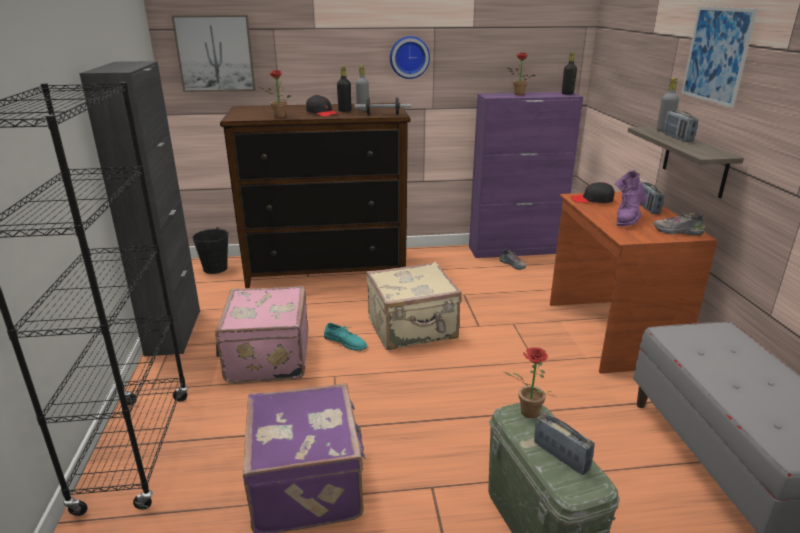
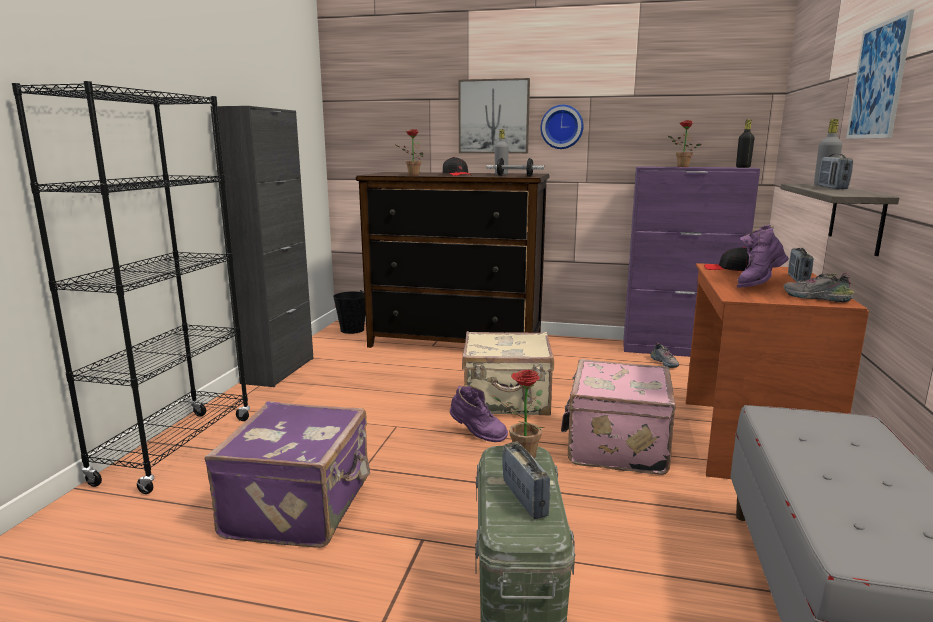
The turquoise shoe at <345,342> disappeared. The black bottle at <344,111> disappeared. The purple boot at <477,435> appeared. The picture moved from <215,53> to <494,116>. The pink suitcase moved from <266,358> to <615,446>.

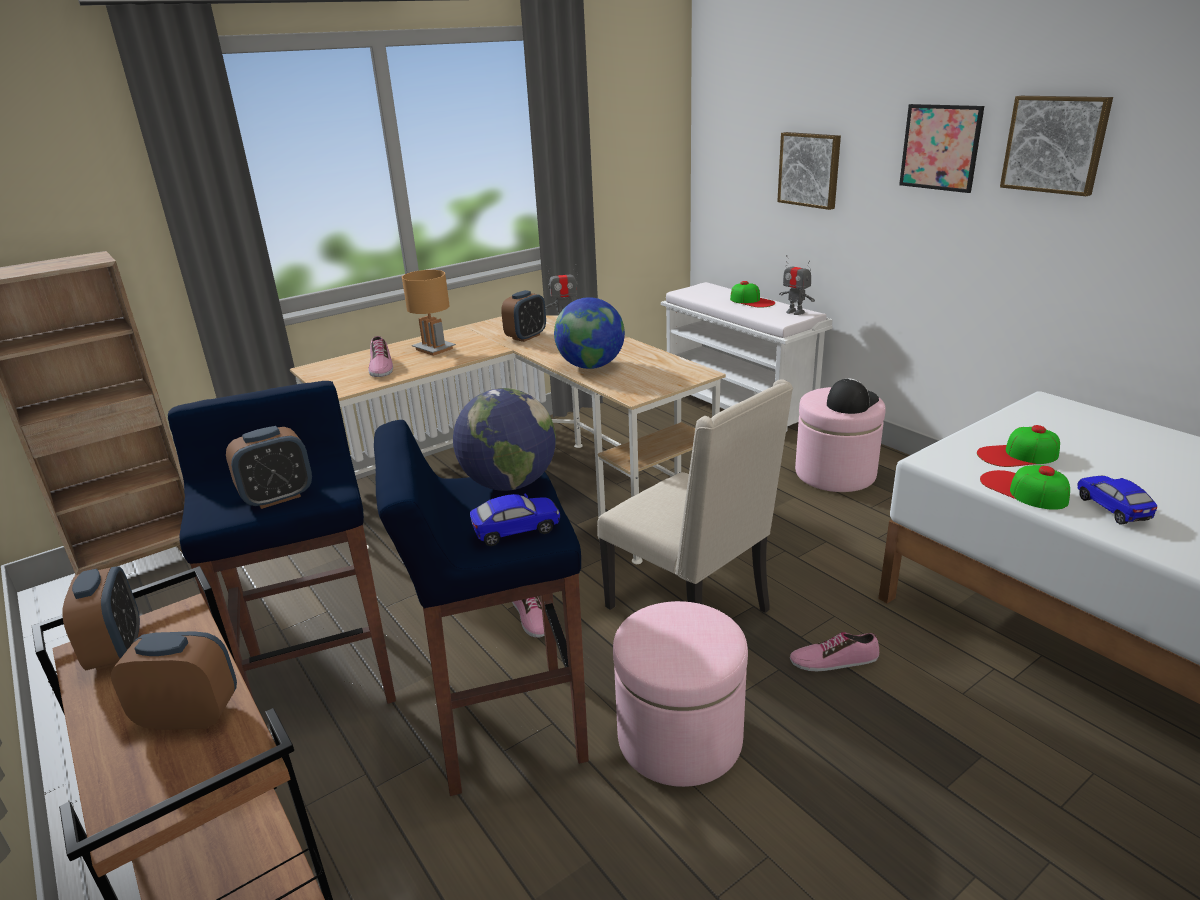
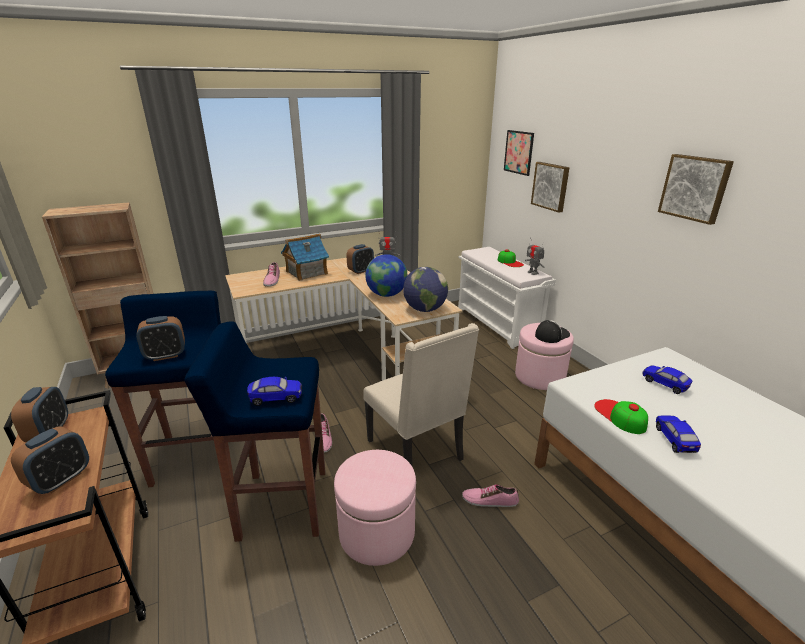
The cap at <1018,455> disappeared. The toy car at <664,384> appeared. The globe moved from <509,484> to <425,309>. The picture moved from <940,147> to <518,152>. The brown table lamp at <433,349> was replaced by the toy house at <306,273>. The alarm clock at <190,716> turned 105 degrees clockwise.

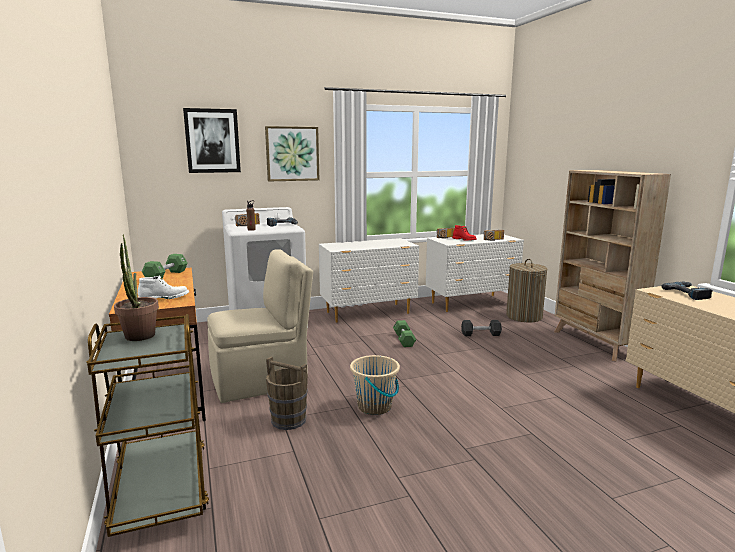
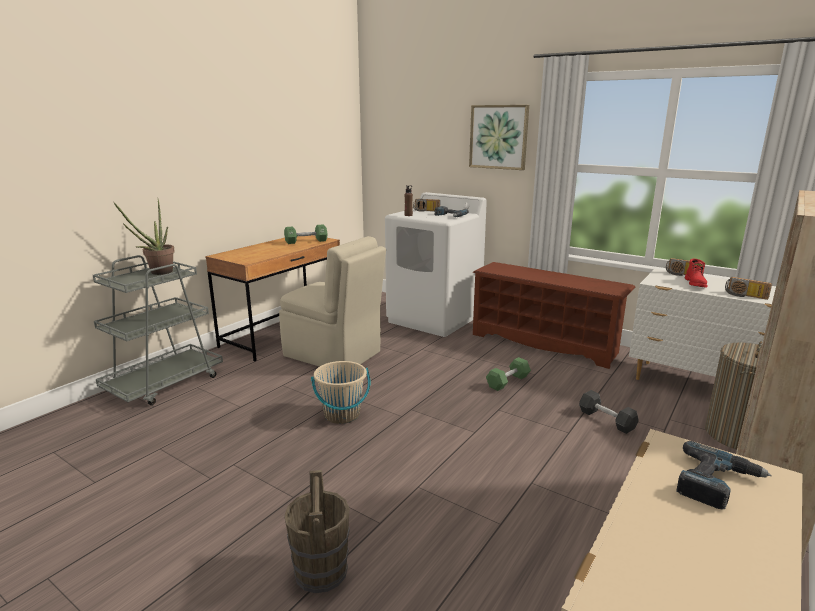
The white boot at <164,298> disappeared. The picture at <212,141> disappeared. The brown bucket moved from <289,420> to <321,571>. The white dresser at <369,313> was replaced by the brown shoe rack at <545,343>. The brown cart at <161,489> became the grey cart at <165,383>.

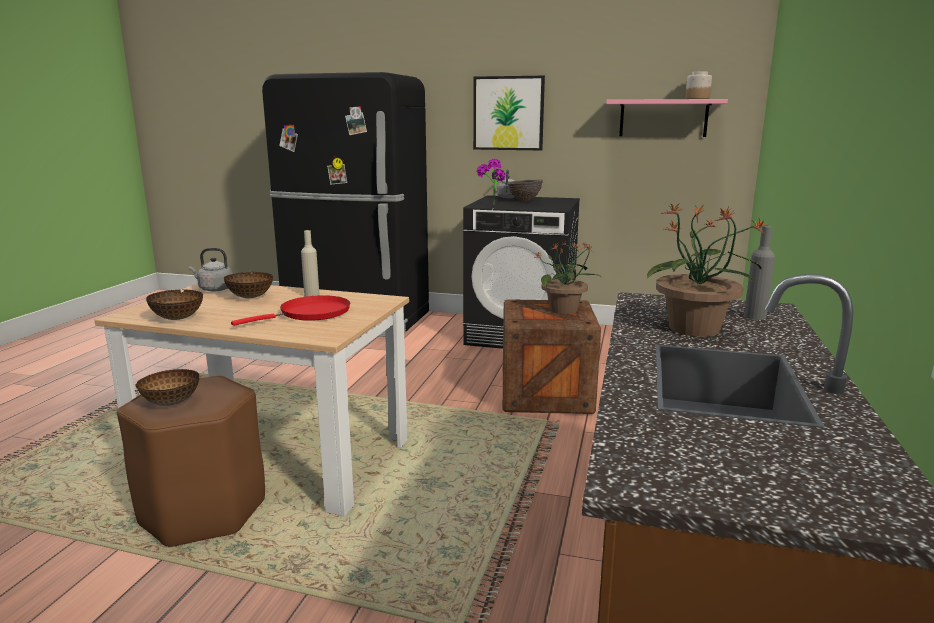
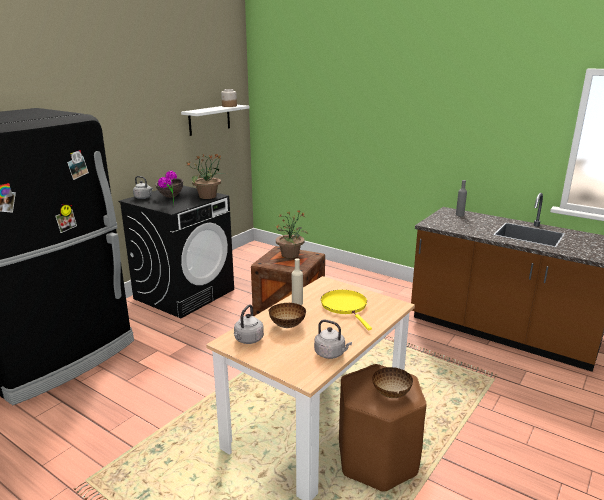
The picture at <508,113> disappeared. The potted plant moved from <695,329> to <208,196>. The bowl at <178,318> was replaced by the grey kettle at <331,354>. The red frying pan at <311,314> became the yellow frying pan at <345,306>. The pink shelf at <663,118> became the white shelf at <209,119>.

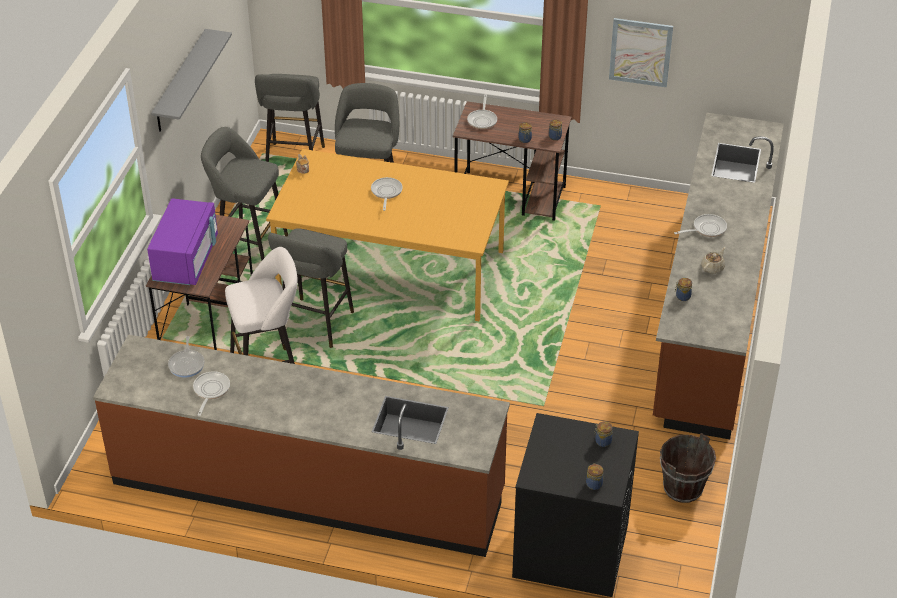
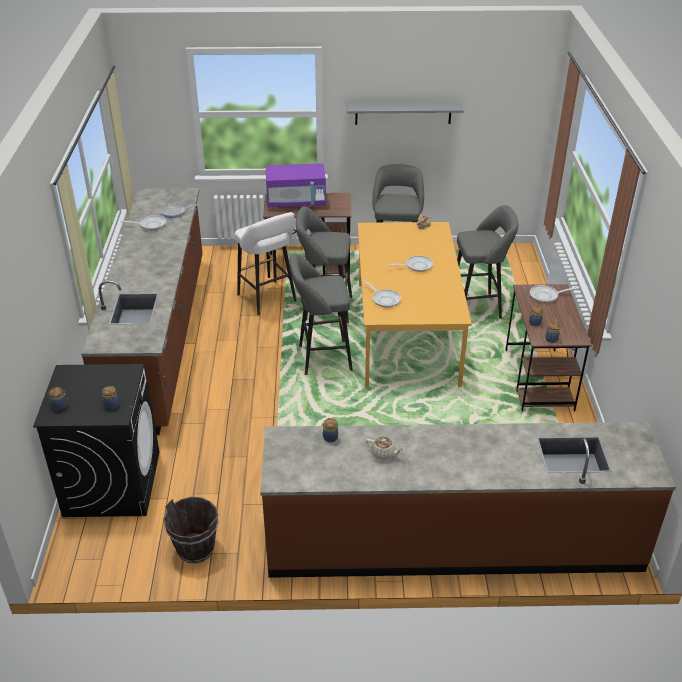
The picture at <640,52> disappeared. The grey stool moved from <294,162> to <321,358>. The frying pan moved from <706,229> to <384,299>.

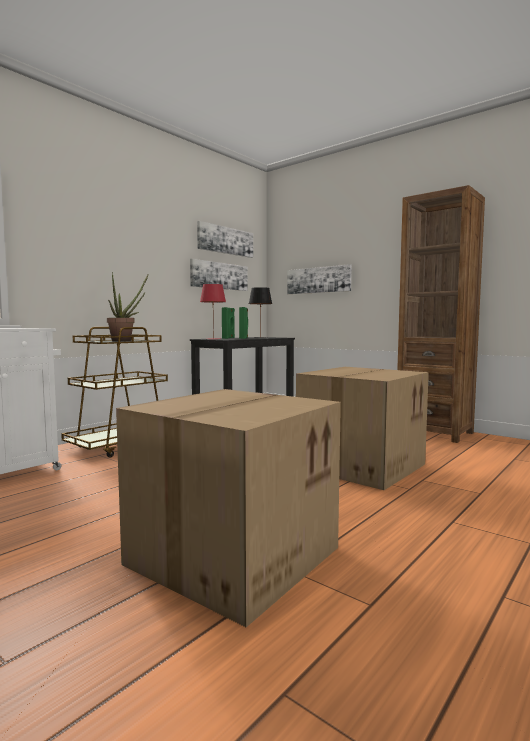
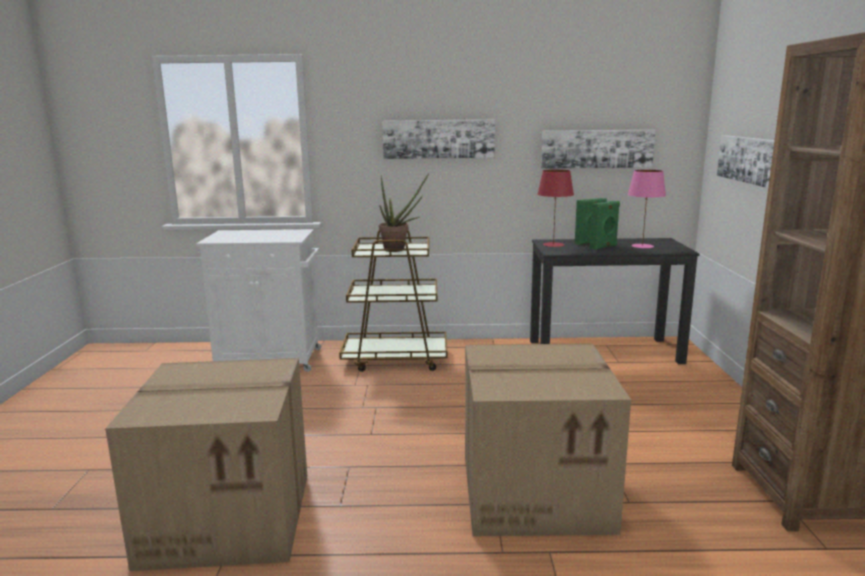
The picture moved from <225,240> to <438,139>. The black table lamp at <260,337> became the pink table lamp at <642,246>.

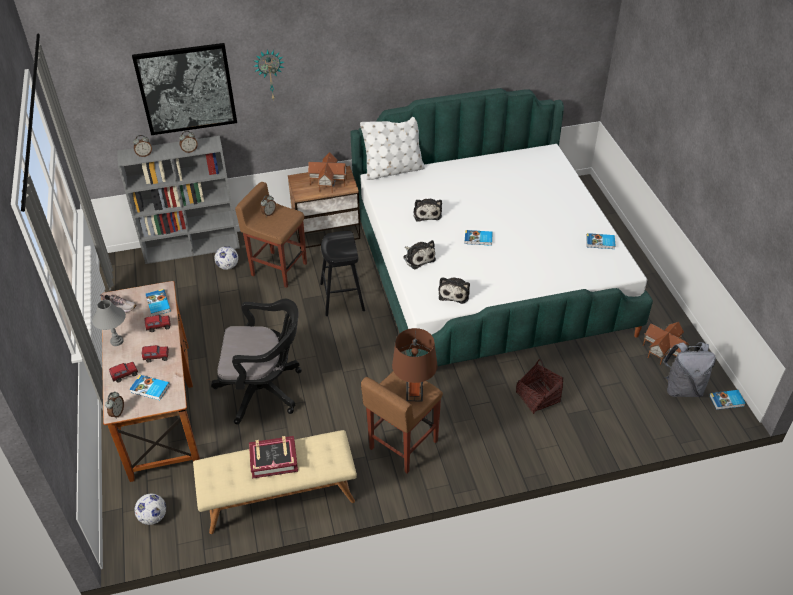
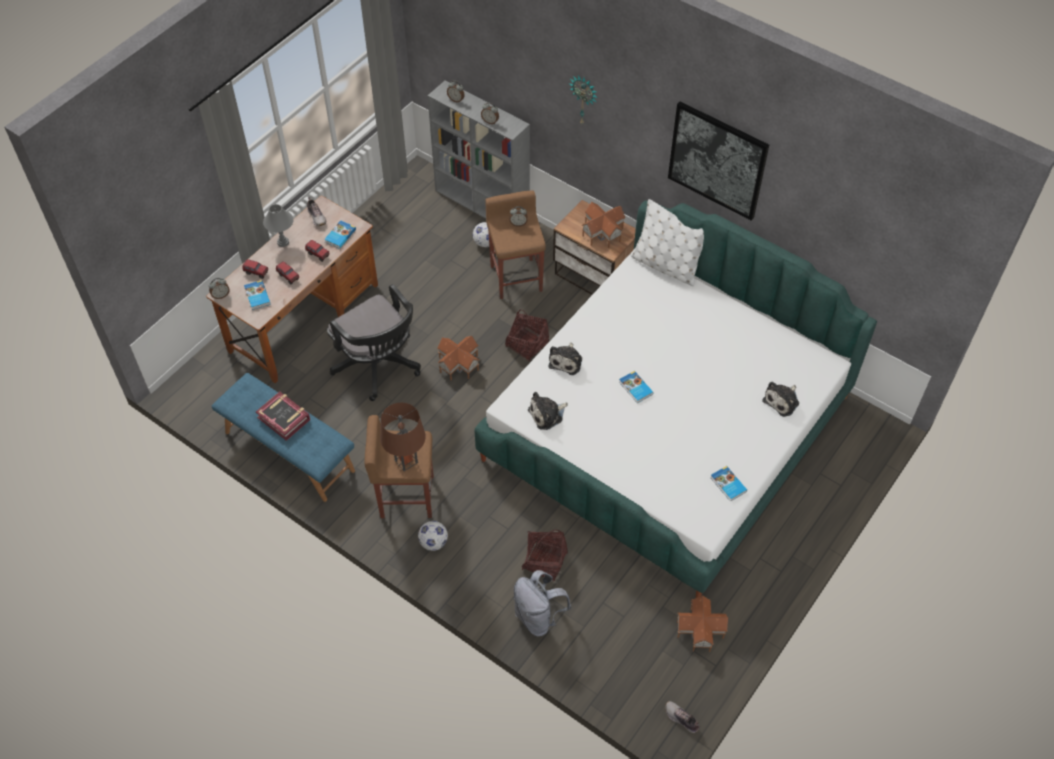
The toy house at <459,363> appeared. The picture moved from <186,89> to <717,160>. The football moved from <153,517> to <433,542>. The plush toy moved from <427,213> to <782,401>. The grey backpack moved from <682,388> to <538,617>. The black stool at <342,297> was replaced by the basket at <527,344>. The book at <727,401> was replaced by the shoe at <681,719>. The beige bench at <279,498> became the blue bench at <288,452>.

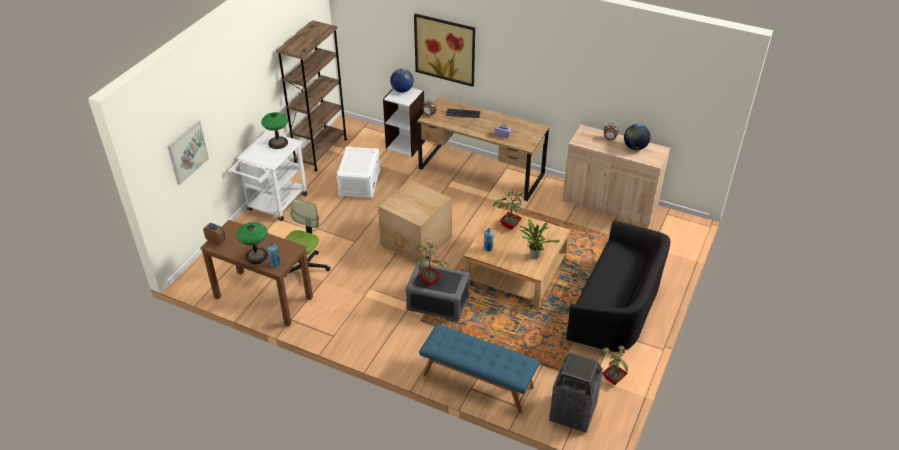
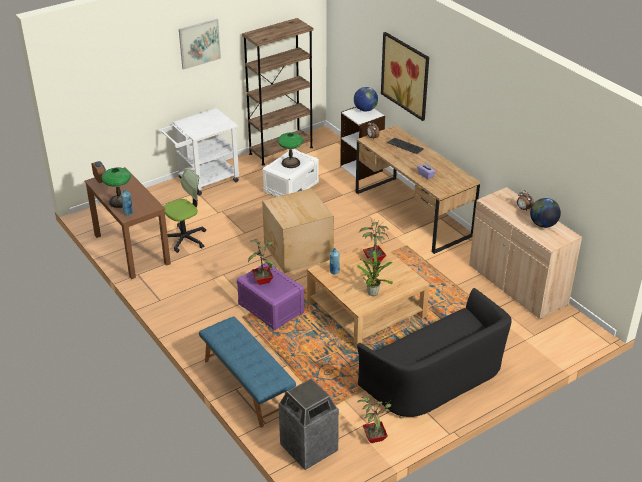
The picture moved from <187,152> to <199,43>. The table lamp moved from <278,143> to <290,163>. The grey storage box at <437,303> became the purple storage box at <270,308>.

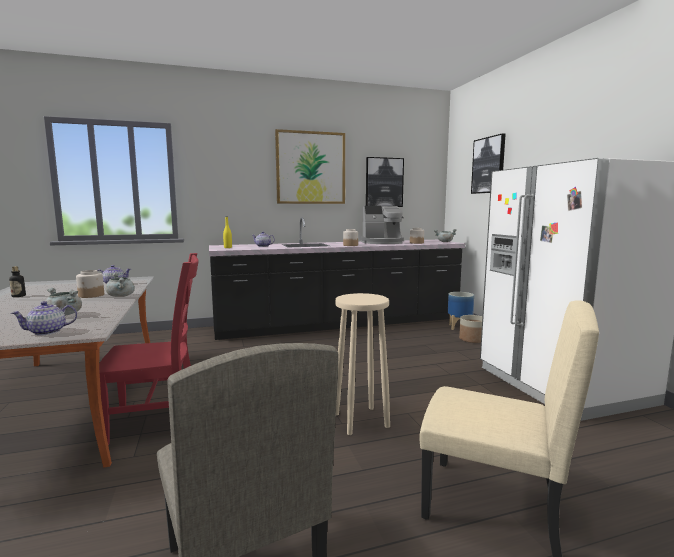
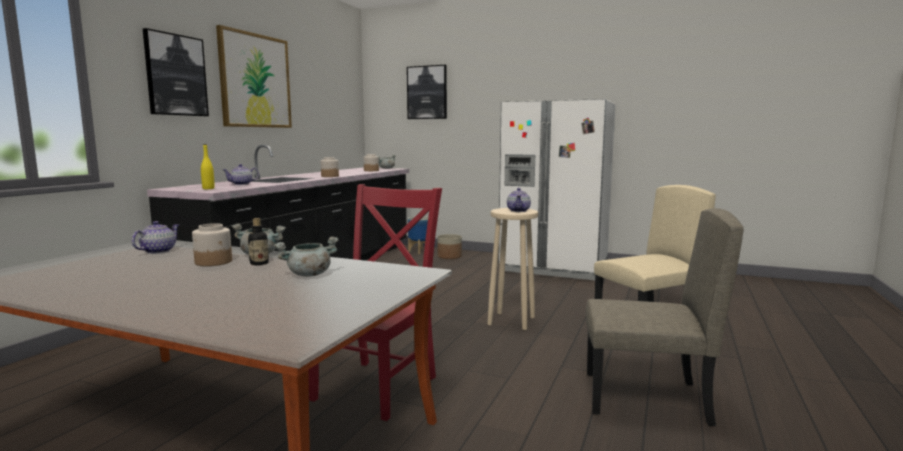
The coffee machine at <382,242> disappeared. The bottle moved from <18,296> to <259,263>. The teapot moved from <47,332> to <518,210>. The picture moved from <384,182> to <175,75>.

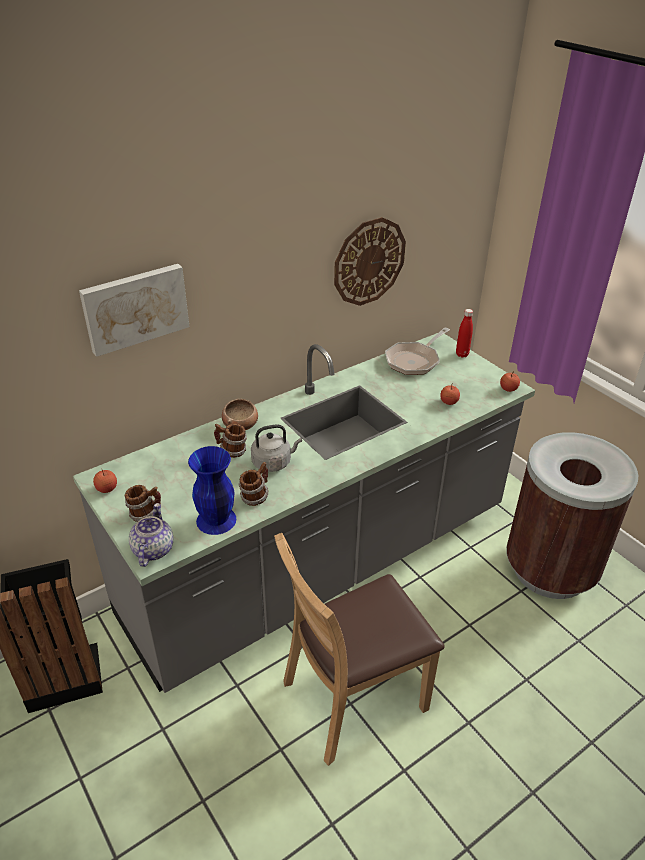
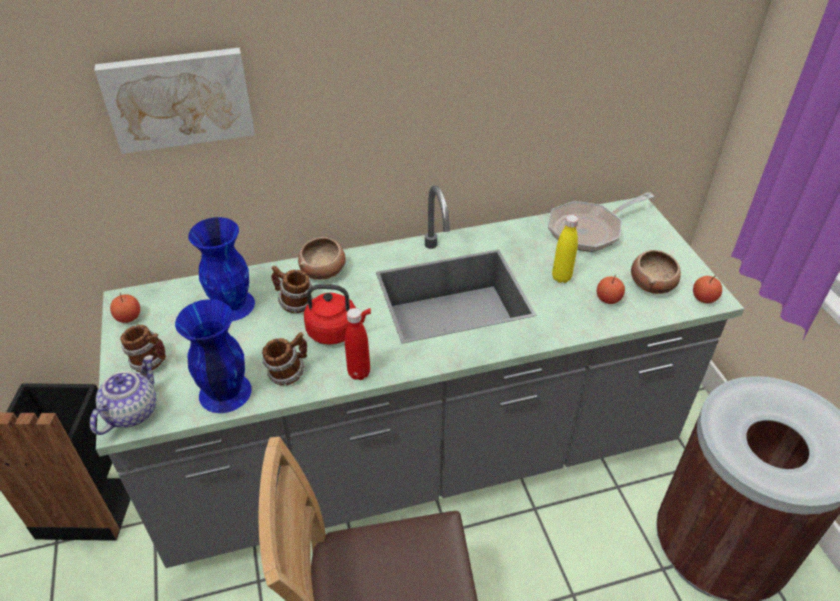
The wall clock at <369,262> disappeared. The blue vase at <232,305> appeared. The yellow bottle at <561,277> appeared. The bowl at <652,284> appeared. The red bottle moved from <462,354> to <359,373>. The grey kettle at <273,462> became the red kettle at <335,331>.

